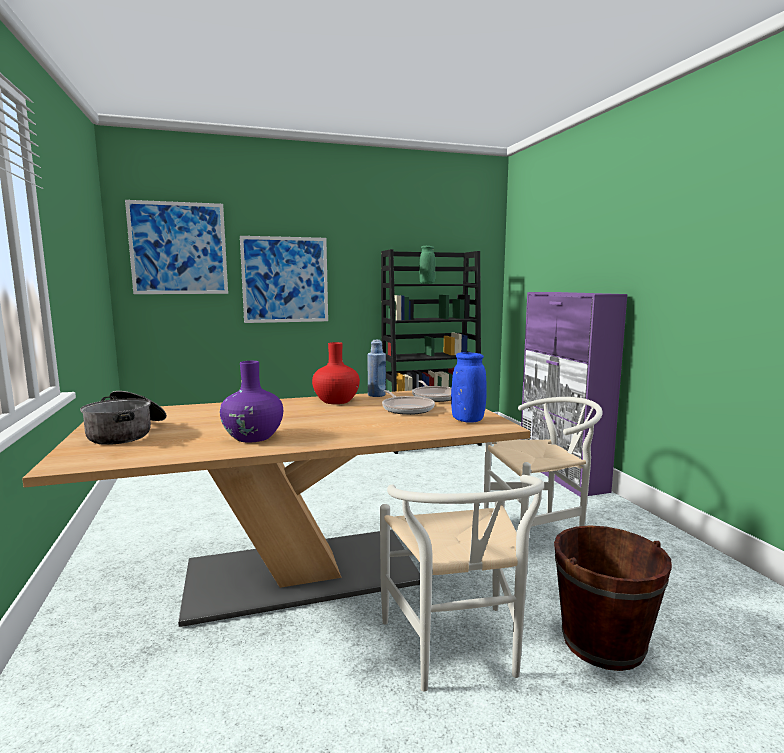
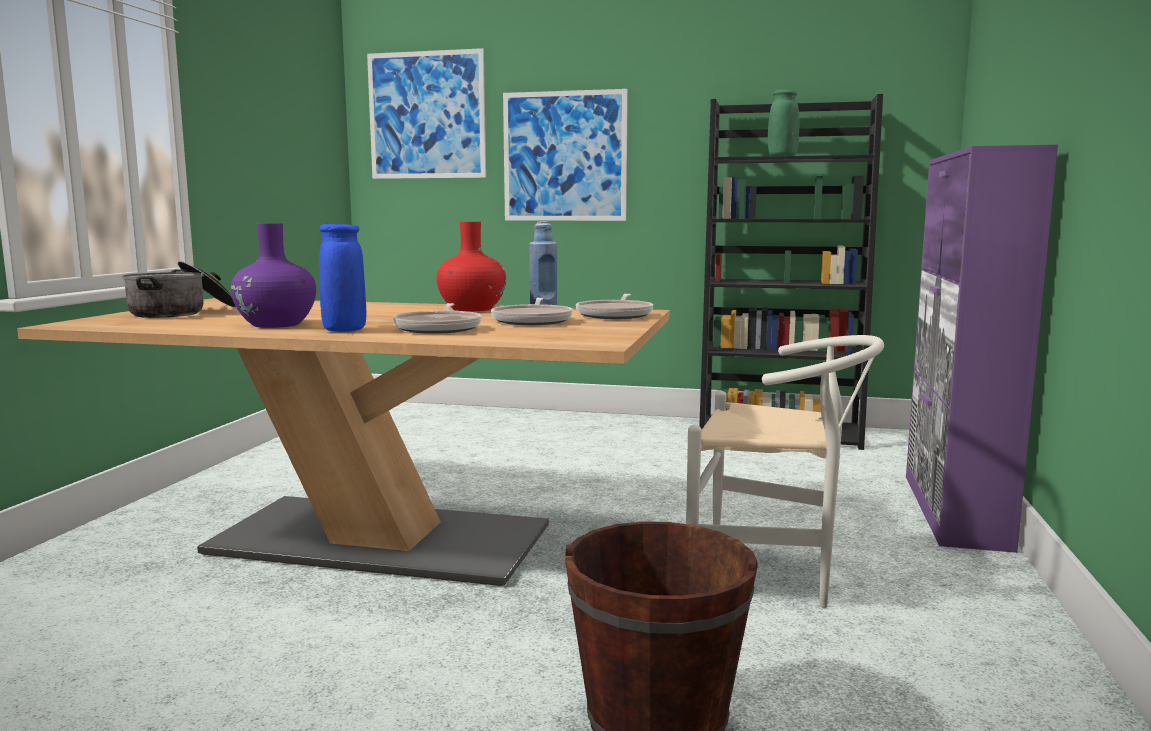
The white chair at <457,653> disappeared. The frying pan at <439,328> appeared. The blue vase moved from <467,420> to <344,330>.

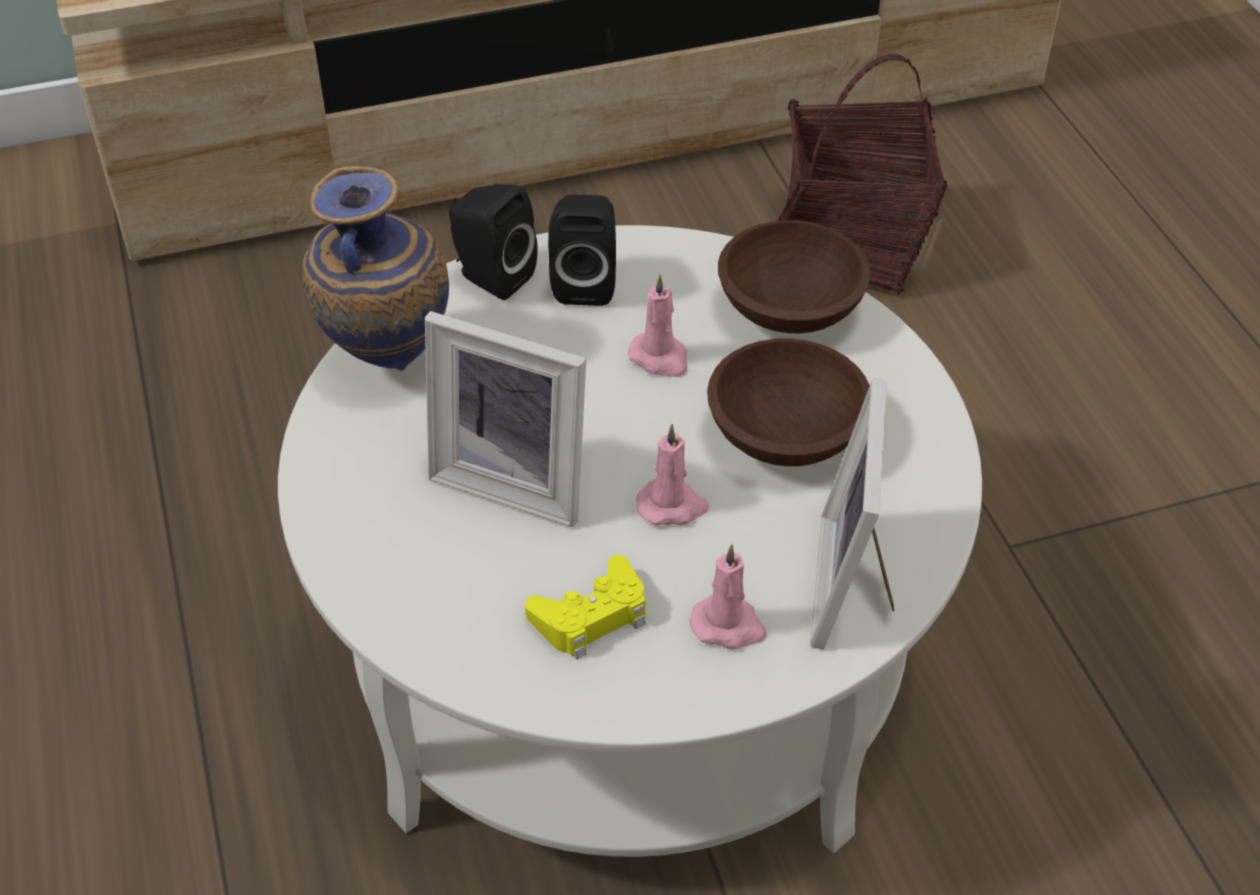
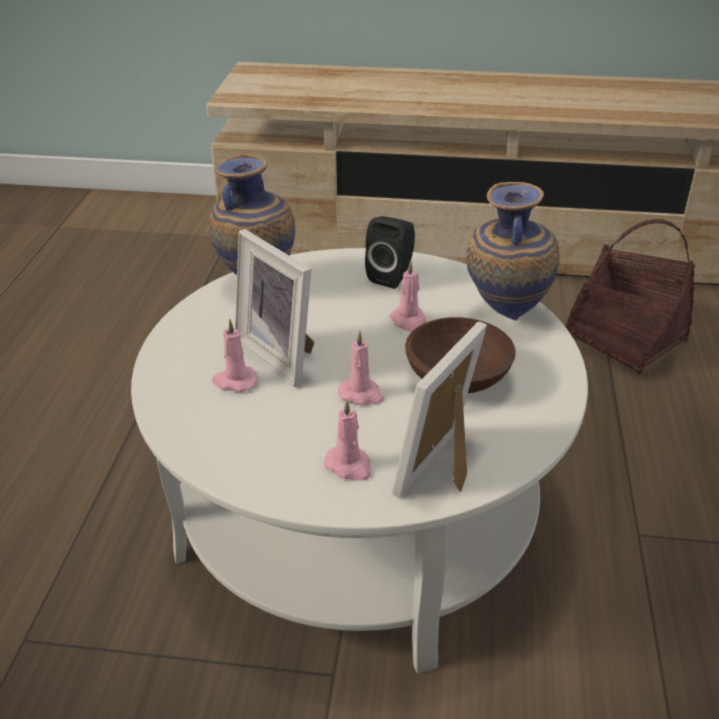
The black speaker at <491,277> disappeared. The yellow game controller at <591,616> disappeared. The pink candle at <234,381> appeared. The brown bowl at <787,308> was replaced by the vase at <504,316>.

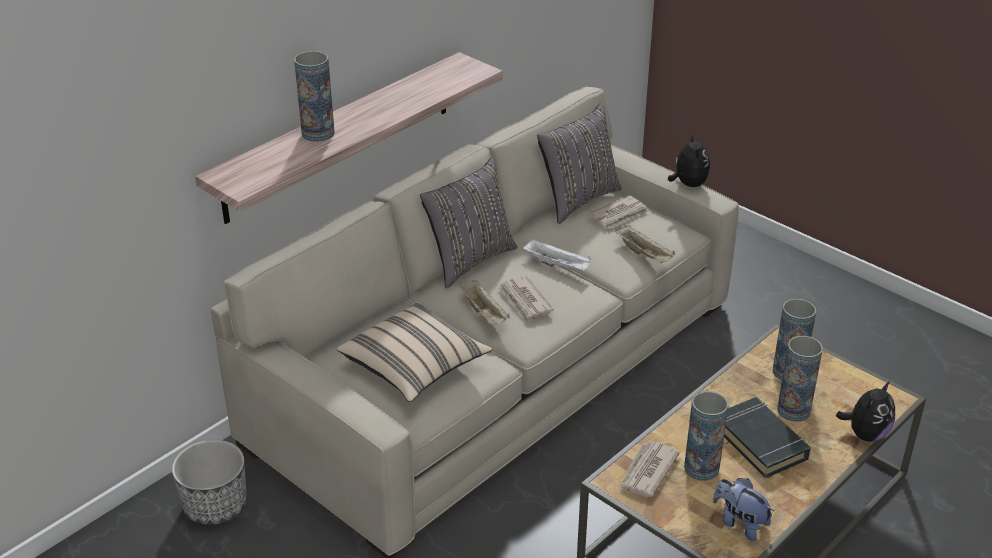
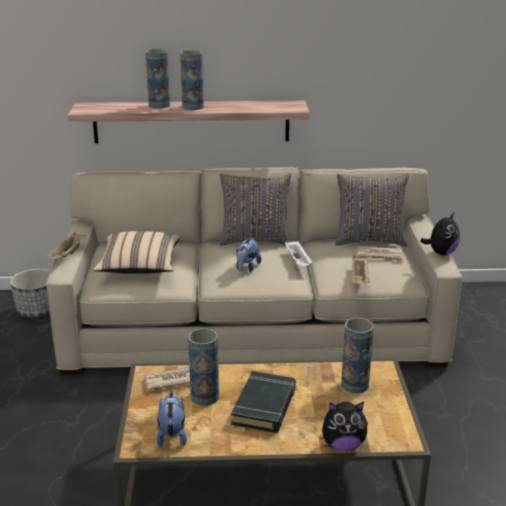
The beige tray moved from <484,313> to <67,255>. The vase moved from <793,410> to <193,107>. The newspaper at <525,301> was replaced by the plush toy at <247,268>.

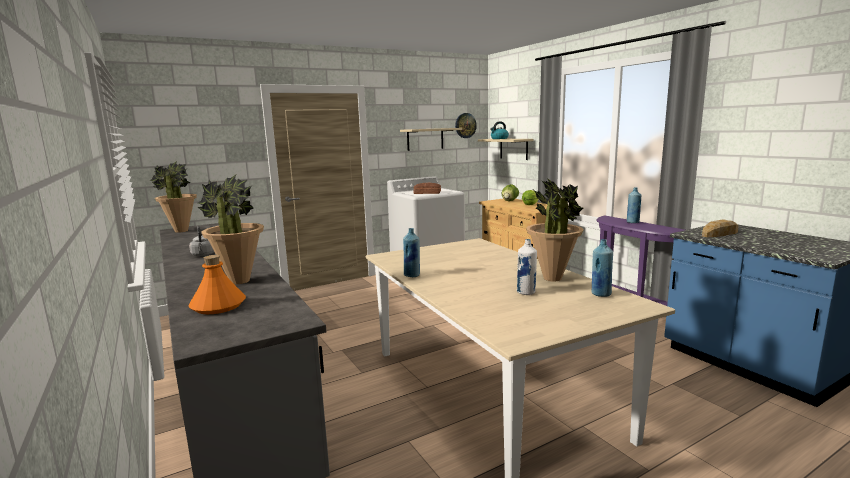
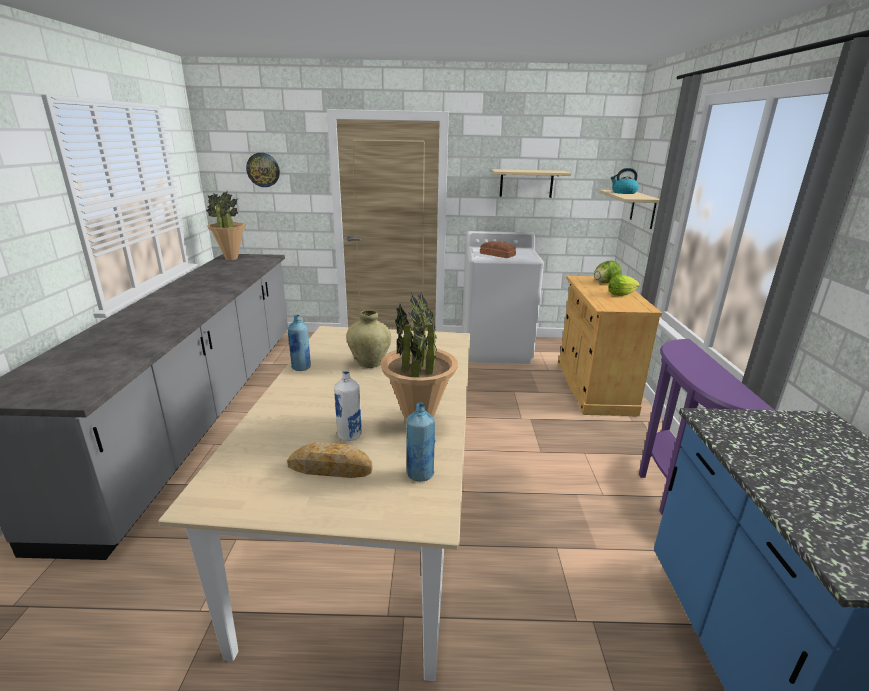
The orange bottle at <218,306> disappeared. The grey kettle at <203,255> disappeared. The potted plant at <239,281> disappeared. The blue bottle at <632,222> disappeared. The beige vase at <369,363> appeared. The wall clock moved from <465,125> to <263,170>. The bread moved from <719,234> to <330,467>.

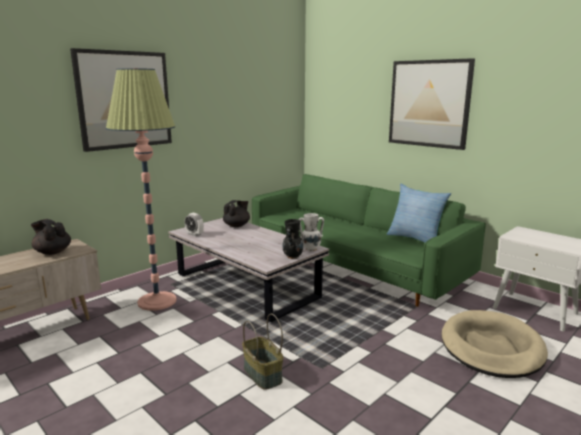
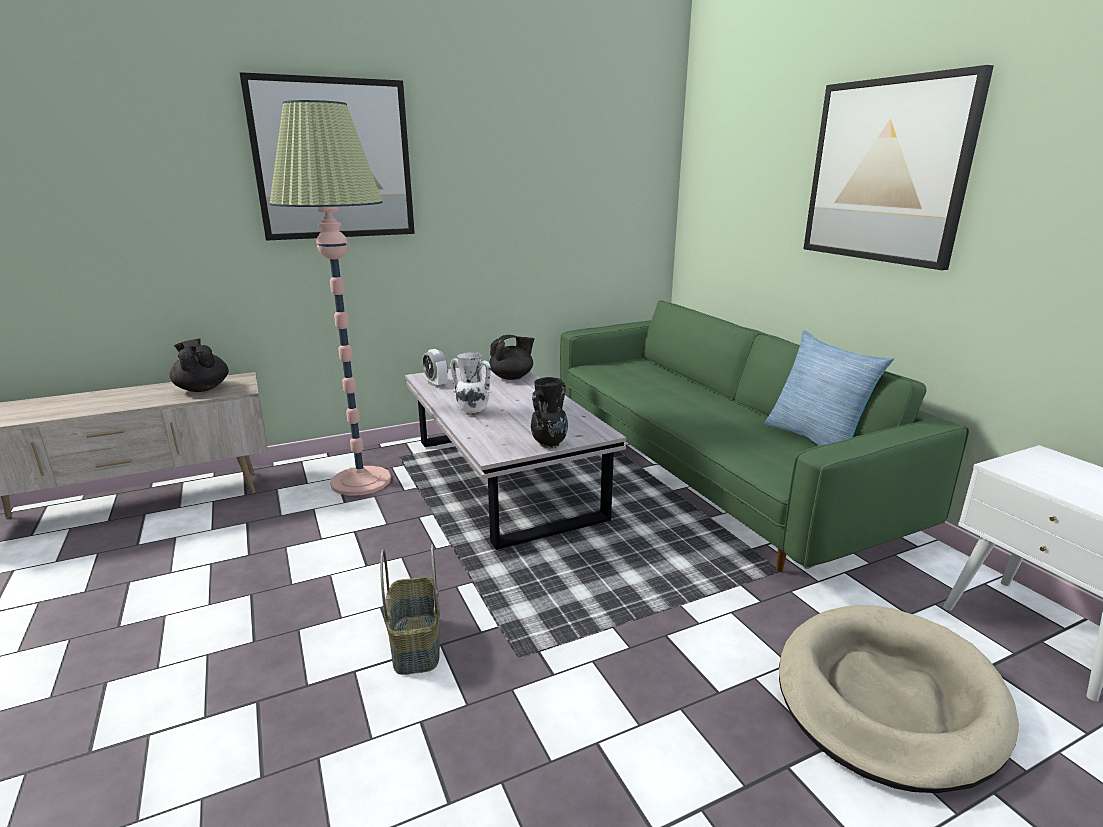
The white vase moved from <310,249> to <472,412>.

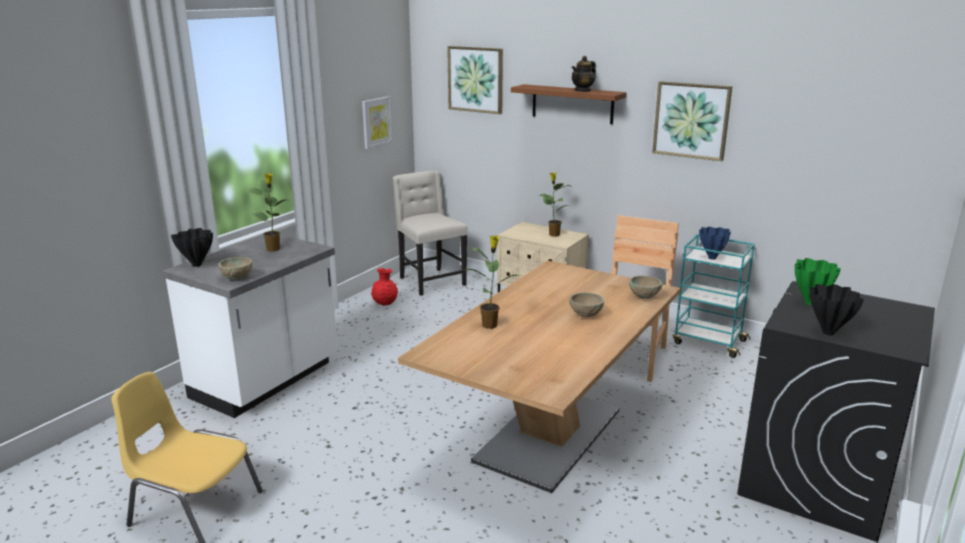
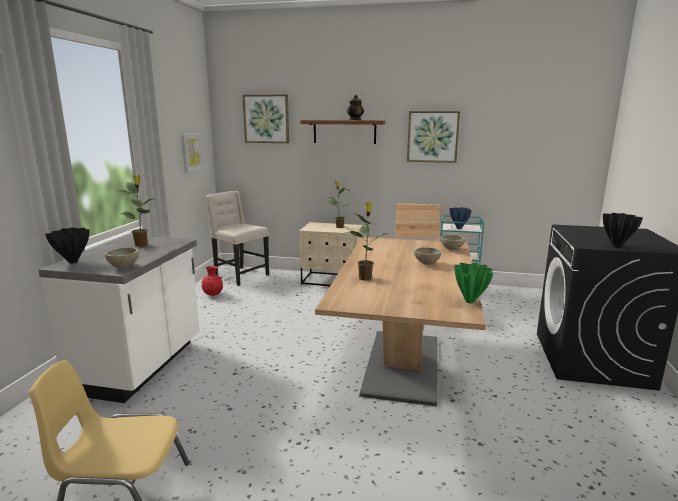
The green vase moved from <811,303> to <470,301>.

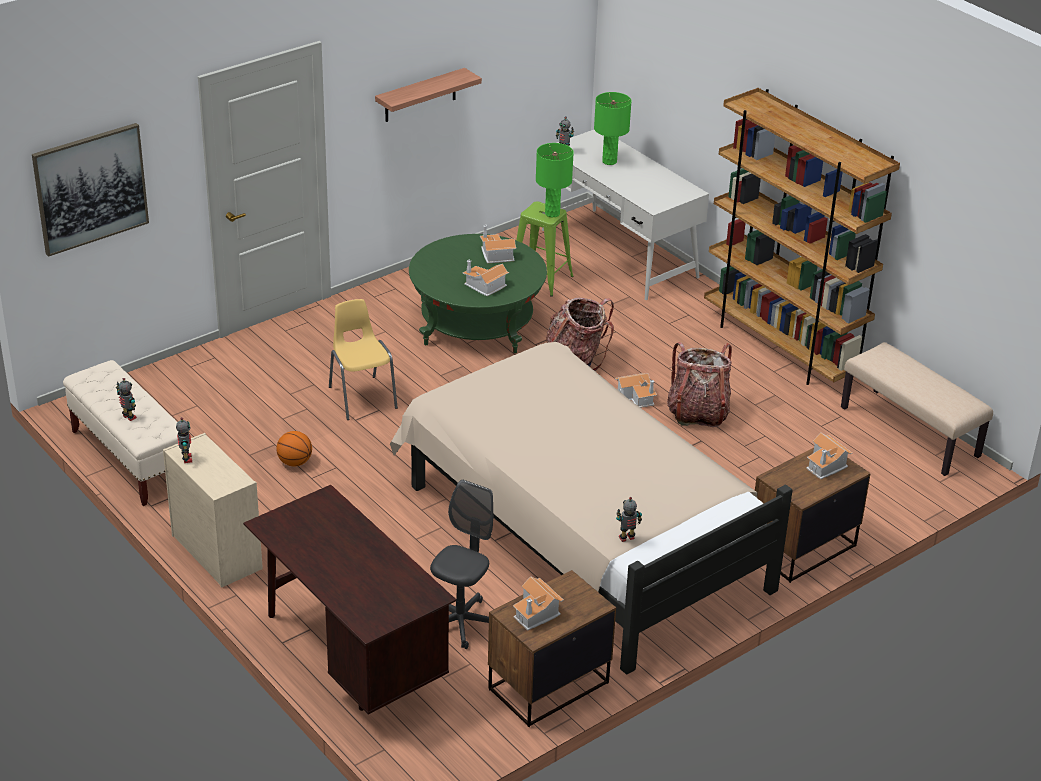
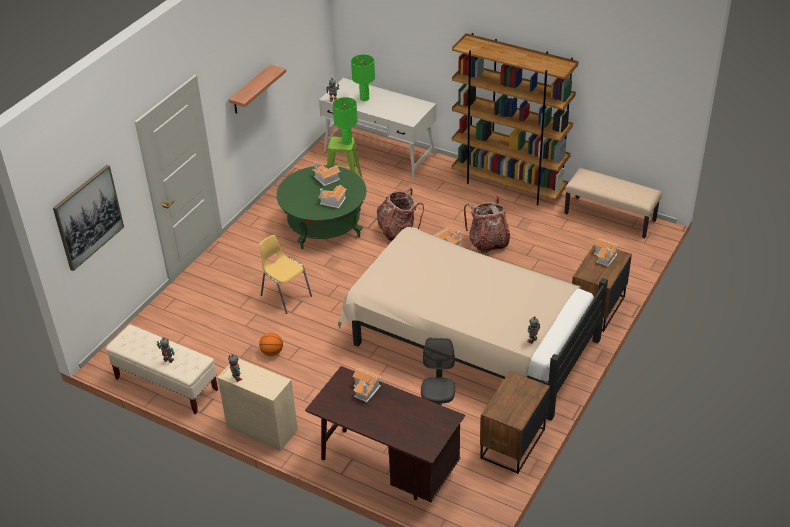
The toy house moved from <536,613> to <366,390>.

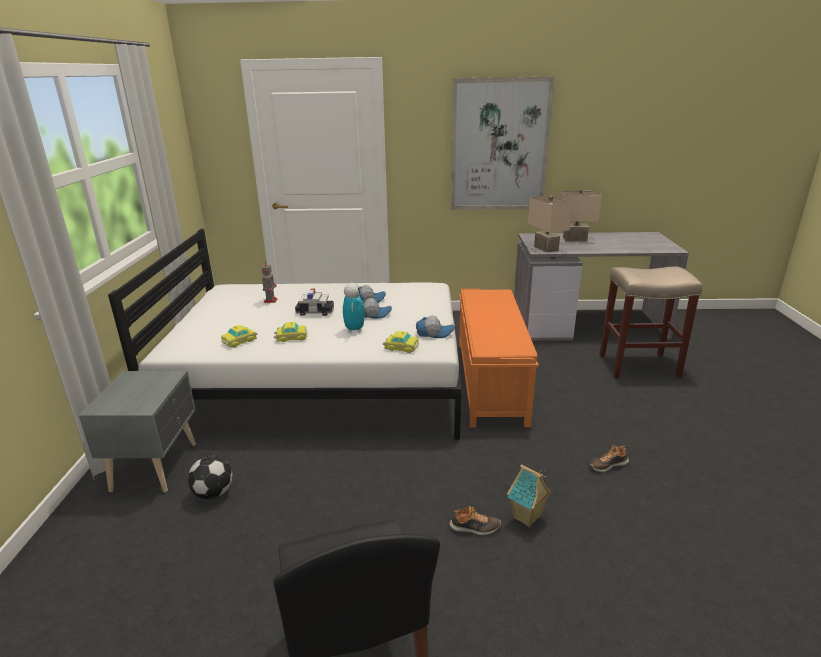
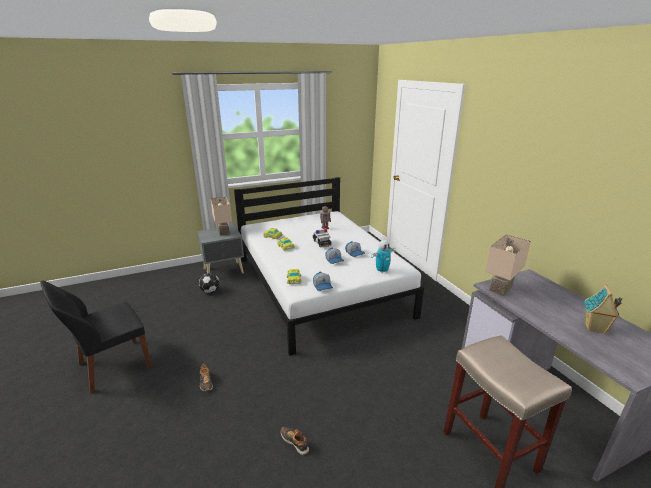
The picture at <499,146> disappeared. The orange bench at <490,381> disappeared. The toy robot moved from <354,330> to <382,271>. The toy house moved from <527,518> to <594,328>. The beige table lamp moved from <575,239> to <224,232>.

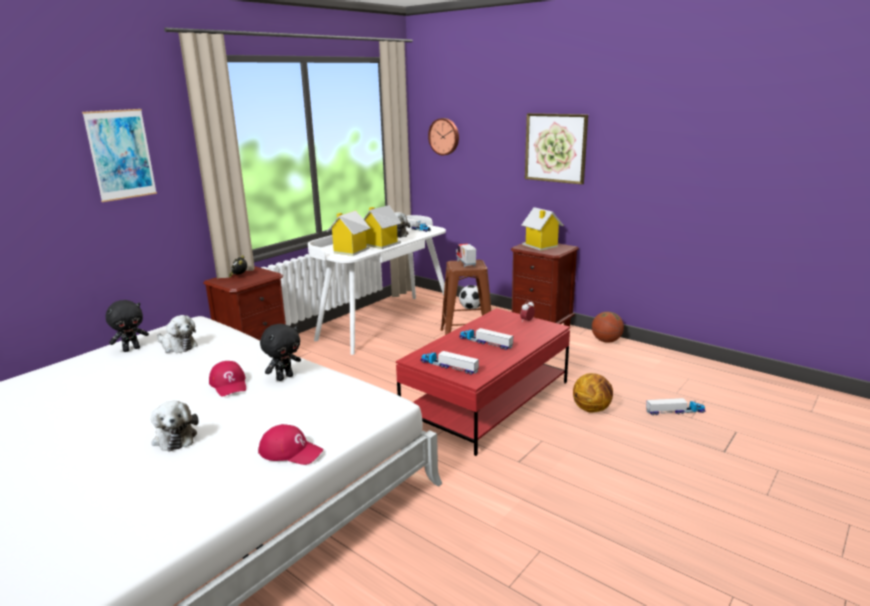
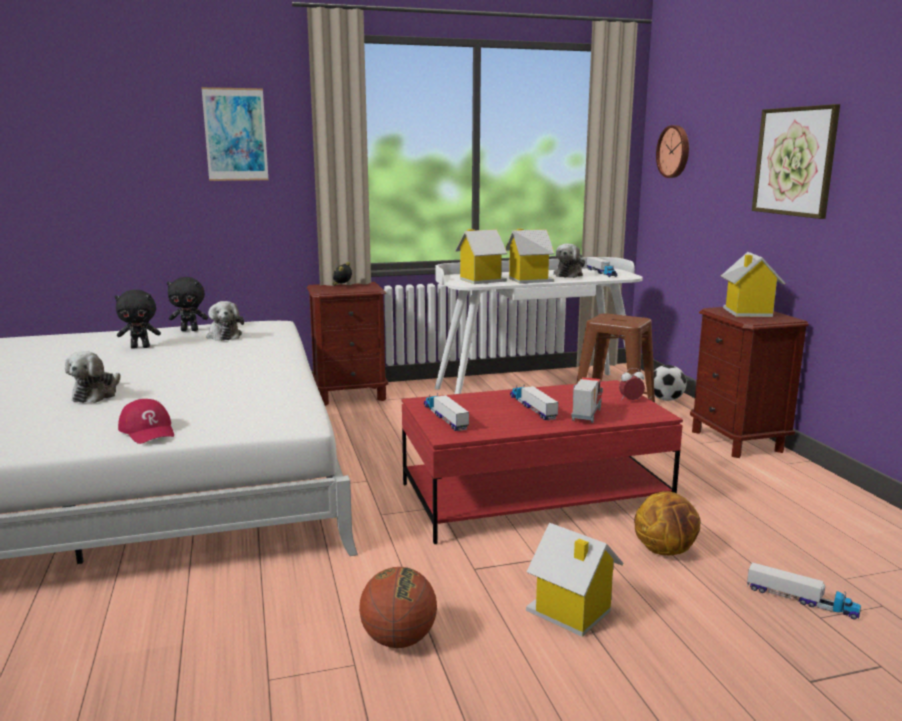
The red cap at <229,384> disappeared. The toy house at <571,613> appeared. The black plush toy moved from <284,377> to <140,347>. The toy truck moved from <465,264> to <584,415>. The basketball moved from <606,341> to <399,640>.

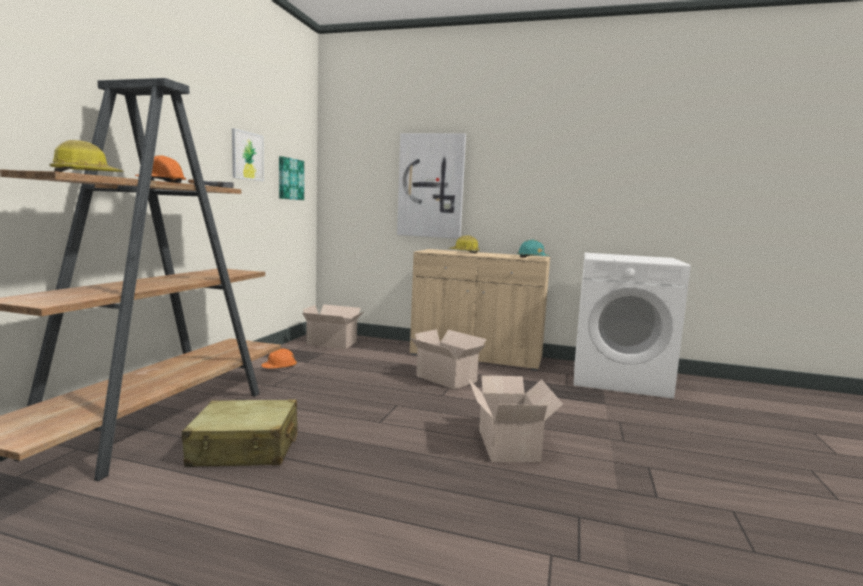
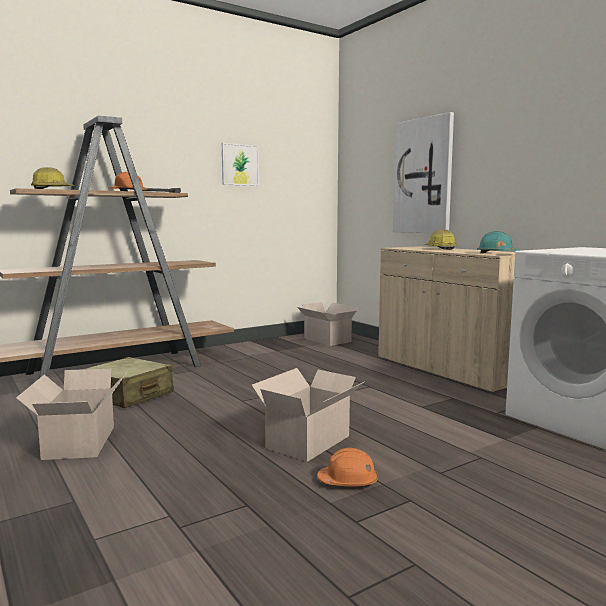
The picture at <290,179> disappeared. The orange hard hat moved from <279,367> to <348,482>. The cardboard box moved from <447,379> to <78,443>.

